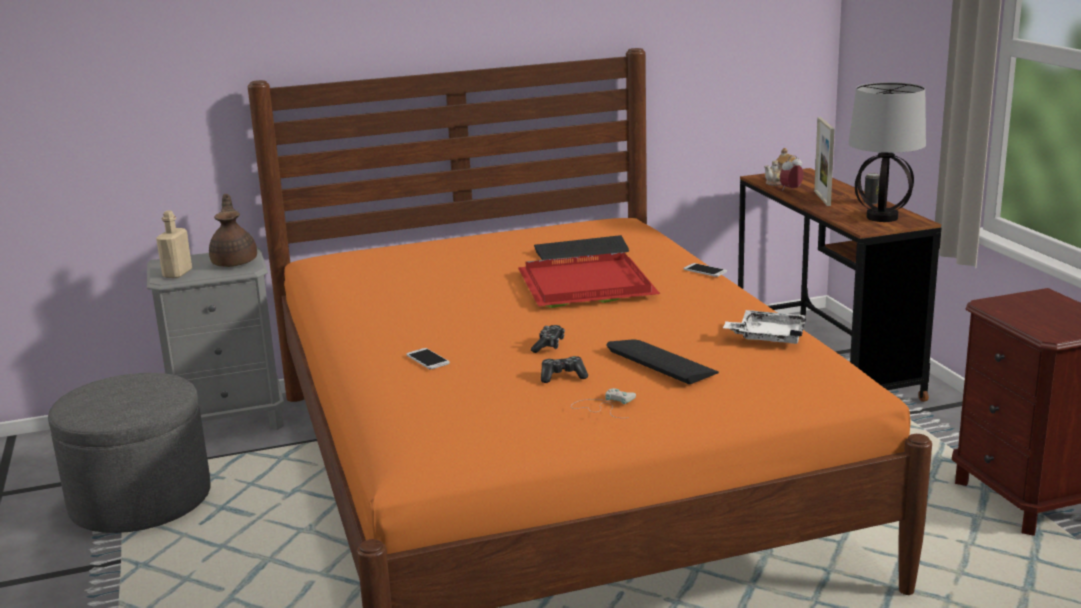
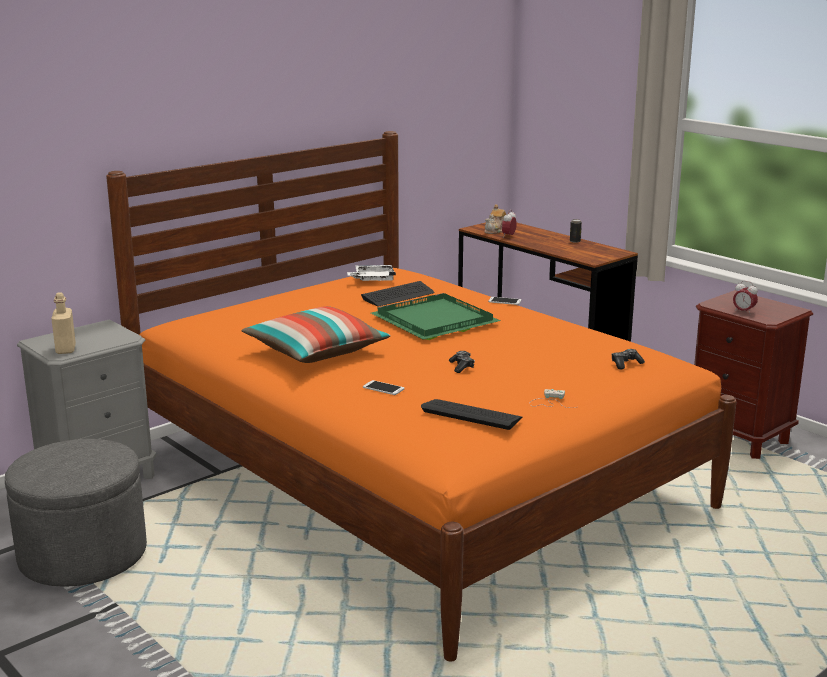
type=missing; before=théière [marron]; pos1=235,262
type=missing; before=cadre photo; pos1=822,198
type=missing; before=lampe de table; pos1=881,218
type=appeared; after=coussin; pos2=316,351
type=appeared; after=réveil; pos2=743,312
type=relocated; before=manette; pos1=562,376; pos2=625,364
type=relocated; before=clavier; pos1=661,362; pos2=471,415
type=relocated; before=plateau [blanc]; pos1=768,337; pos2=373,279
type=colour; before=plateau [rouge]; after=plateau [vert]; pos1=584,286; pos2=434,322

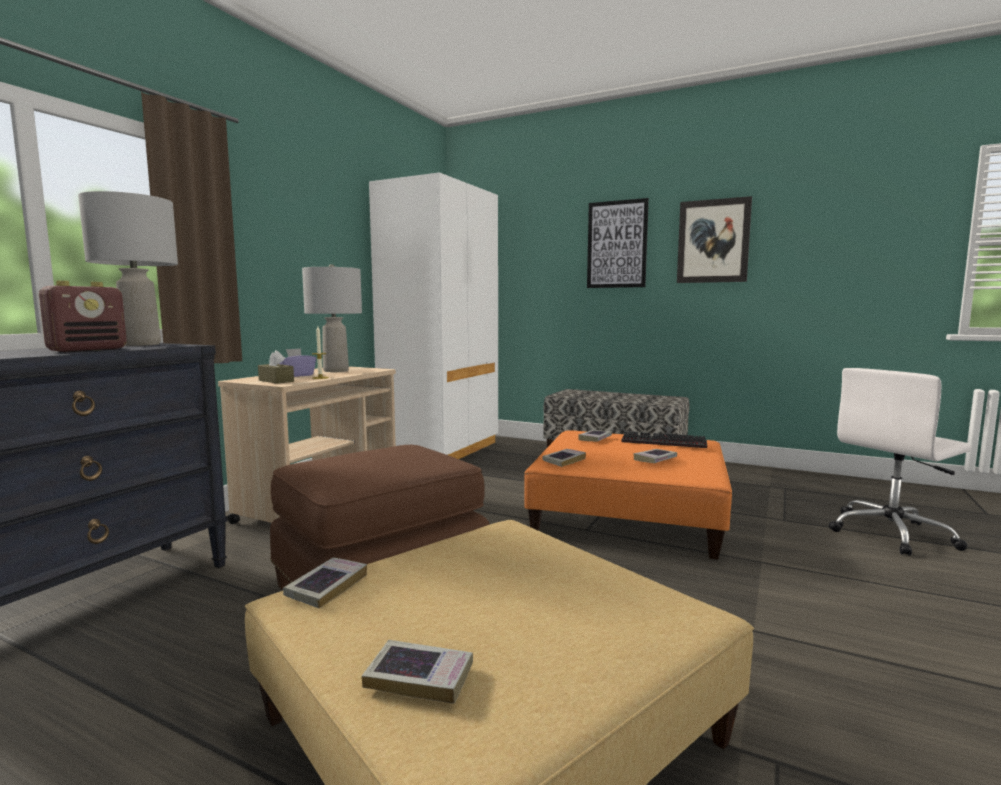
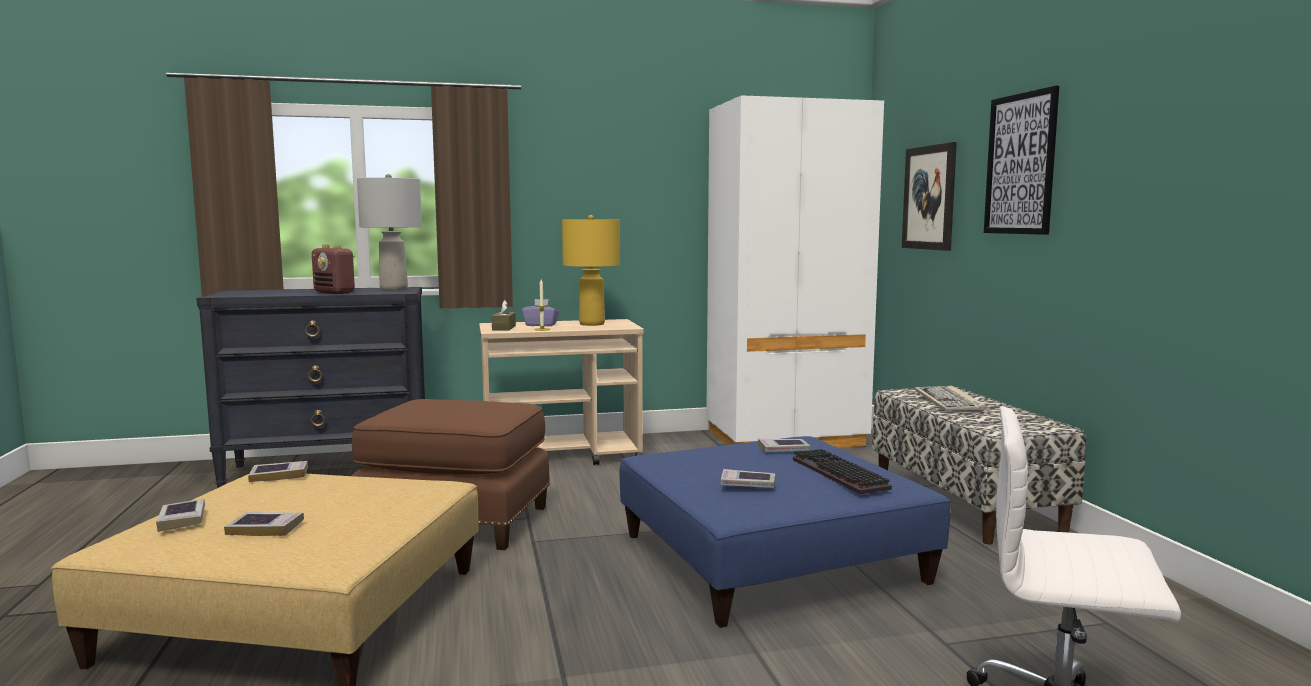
type=appeared; after=clavier; pos2=948,402
type=relocated; before=livre; pos1=564,460; pos2=265,528
type=relocated; before=tableau; pos1=713,241; pos2=929,198
type=colour; before=lampe de table [gris]; after=lampe de table [jaune]; pos1=335,370; pos2=591,324
type=colour; before=pouf [orange]; after=pouf [bleu]; pos1=628,515; pos2=770,558
type=spun; before=radio; pos1=88,350; pos2=335,292; turn=45

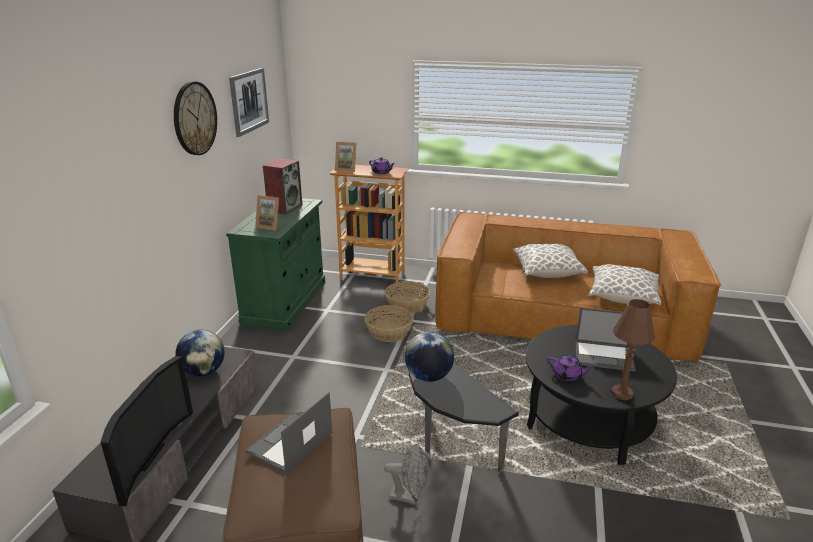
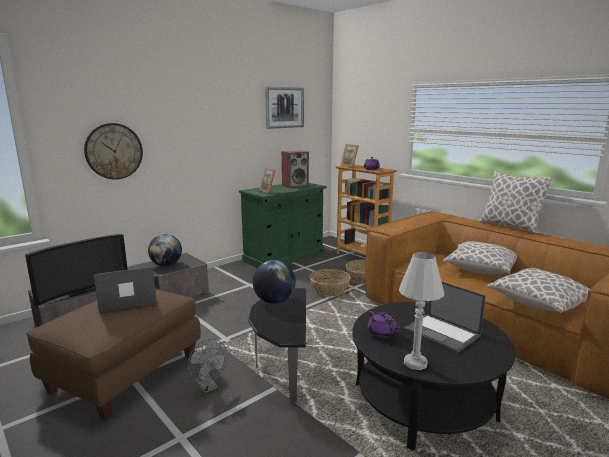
type=appeared; after=coussin; pos2=509,226
type=relocated; before=horloge murale; pos1=194,118; pos2=114,151
type=colour; before=lampe de table [marron]; after=lampe de table [blanc]; pos1=621,393; pos2=415,363

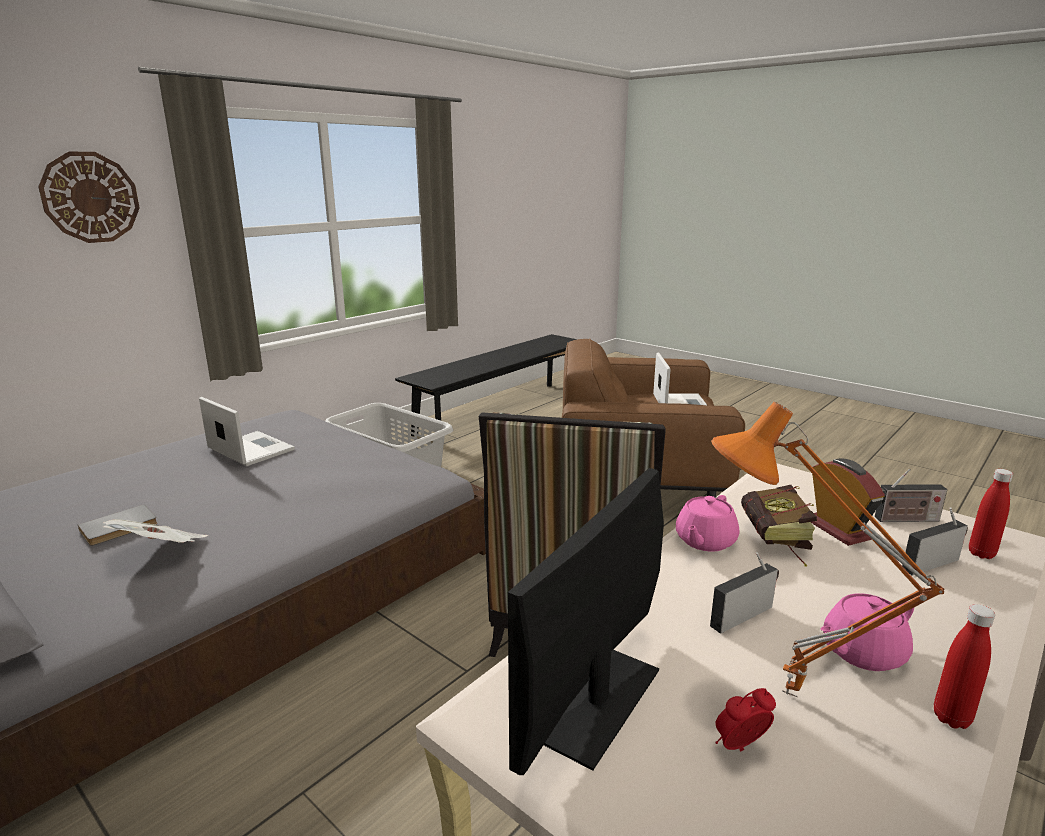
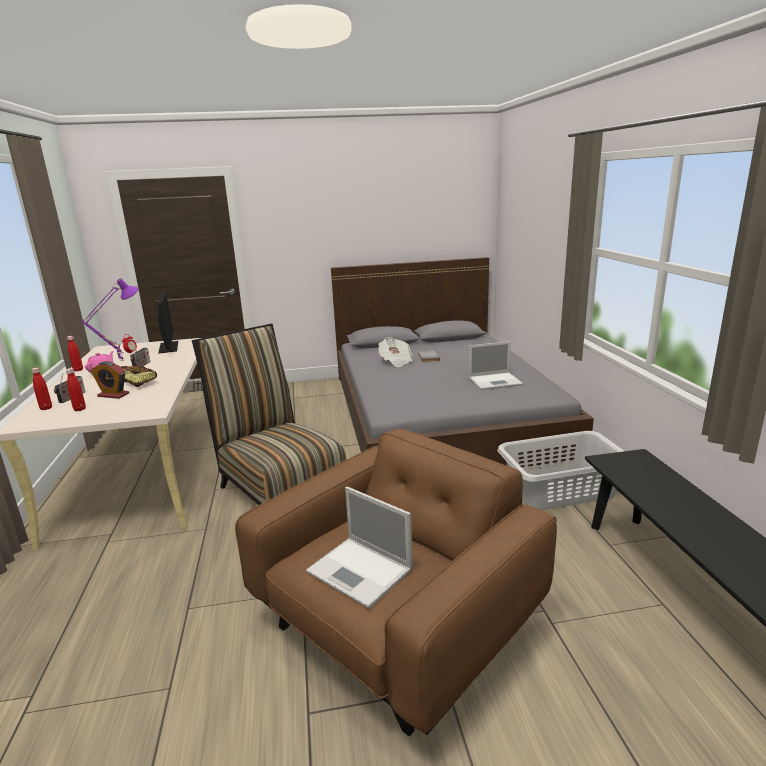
type=missing; before=horloge murale; pos1=90,197
type=missing; before=théière [rose]; pos1=704,541
type=exchanged; before=radio; after=bouteille [rouge]; pos1=904,519; pos2=80,409
type=colour; before=lampe de table [orange]; after=lampe de table [violet]; pos1=788,698; pos2=122,360

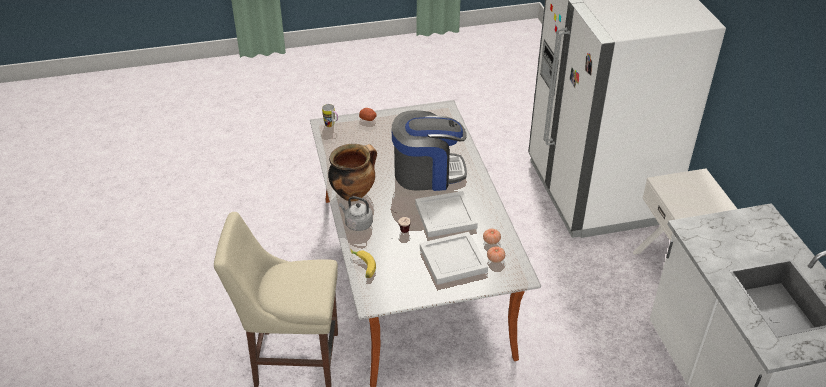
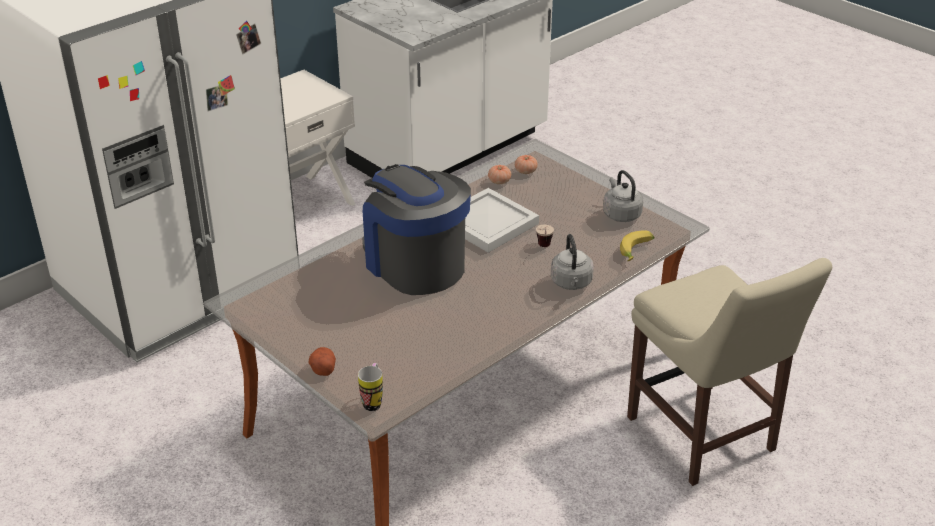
type=missing; before=marmite; pos1=353,193
type=missing; before=plateau [blanc]; pos1=452,261
type=appeared; after=bouilloire [gris]; pos2=620,214

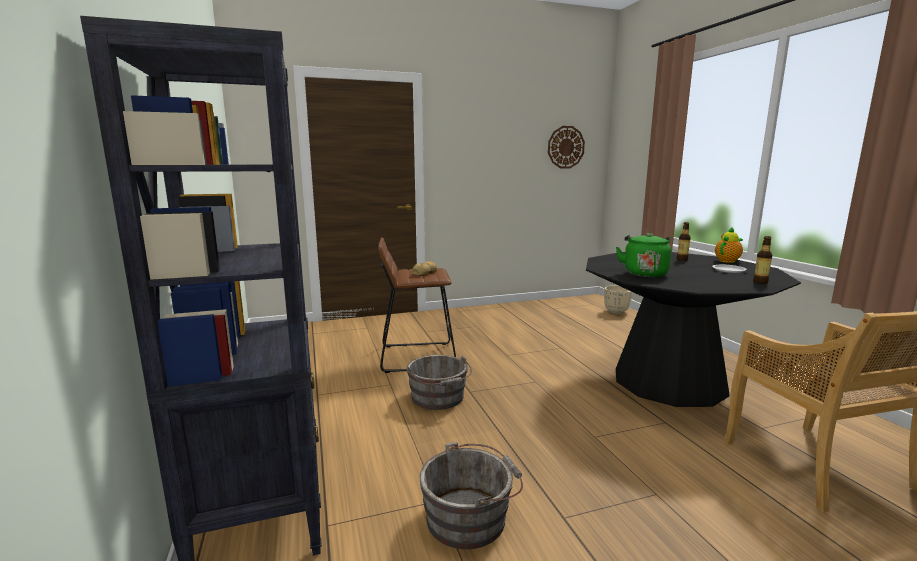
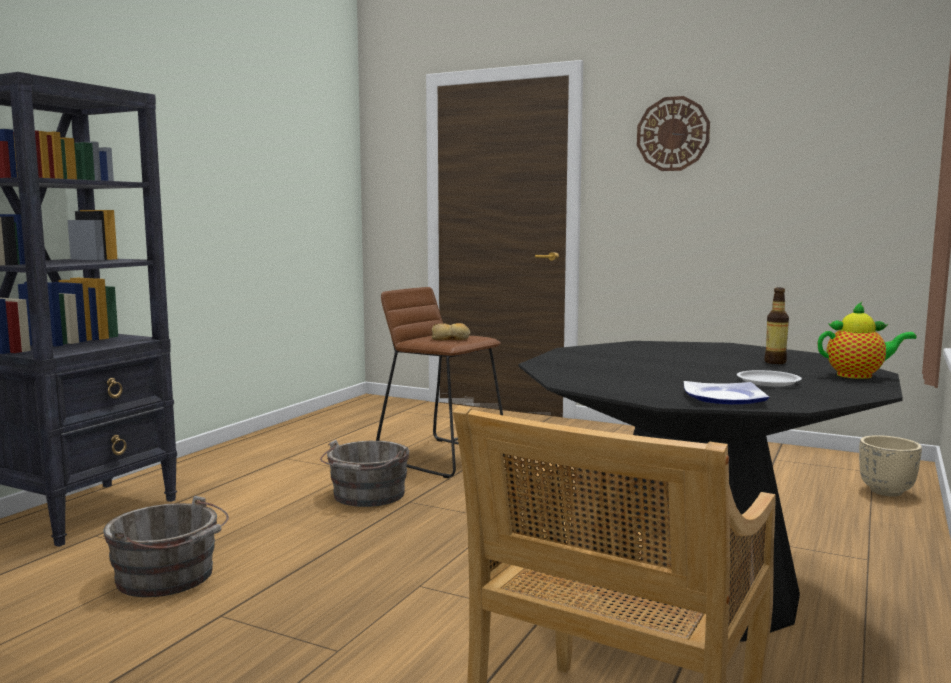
type=missing; before=bouilloire [vert]; pos1=644,273
type=relocated; before=horloge murale; pos1=565,147; pos2=673,134
type=exchanged; before=bouteille; after=assiette; pos1=760,282; pos2=723,398

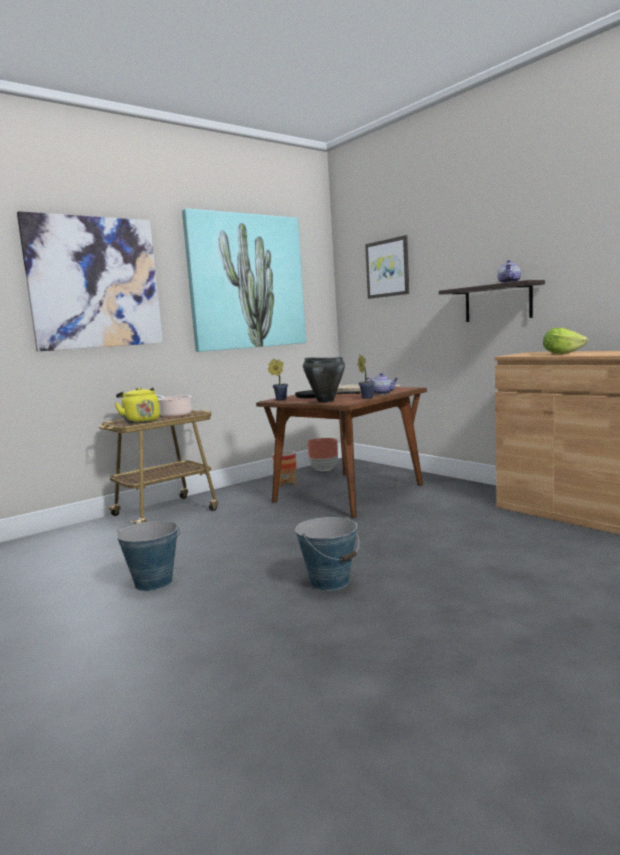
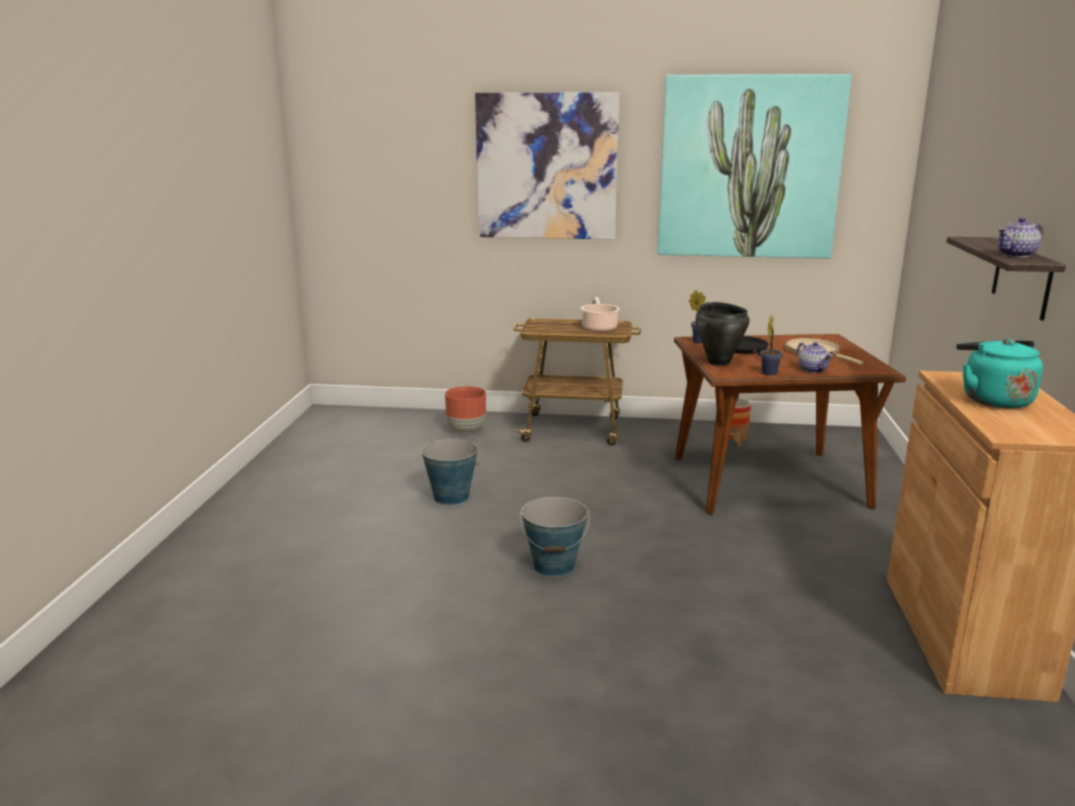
type=missing; before=bouilloire [jaune]; pos1=140,421
type=missing; before=tableau; pos1=388,268
type=relocated; before=cache-pot [marron]; pos1=324,470; pos2=467,431
type=exchanged; before=laitue; after=bouilloire [turquoise]; pos1=562,353; pos2=992,400

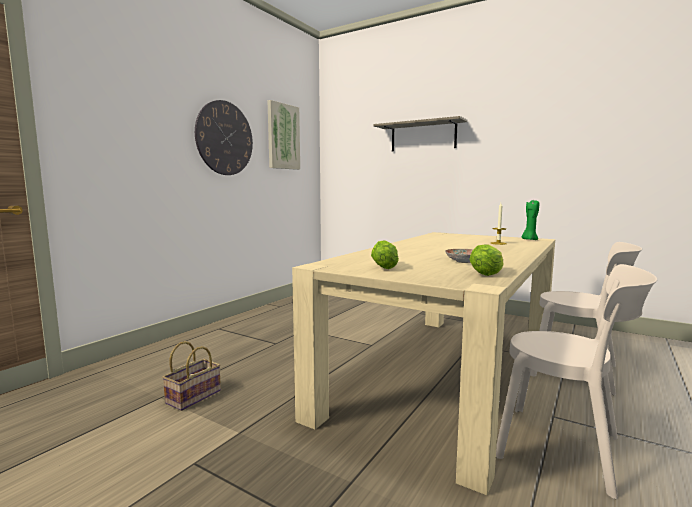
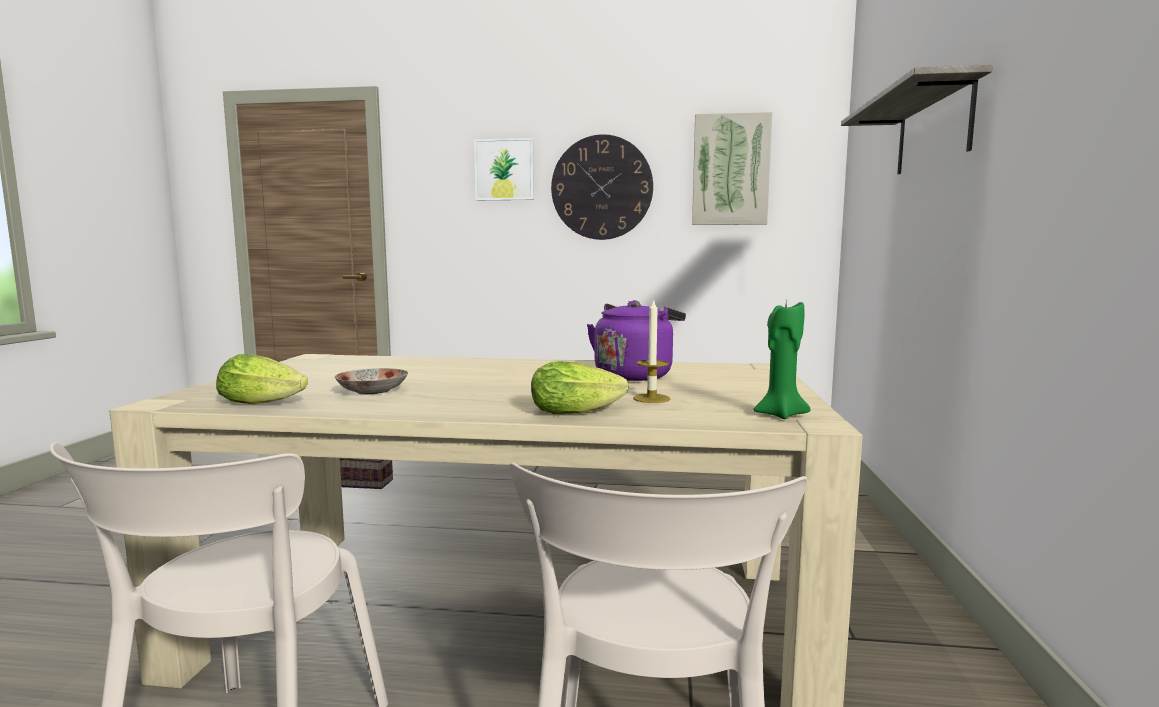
type=appeared; after=tableau; pos2=504,170
type=appeared; after=bouilloire [violet]; pos2=635,375
type=relocated; before=laitue; pos1=386,266; pos2=581,411

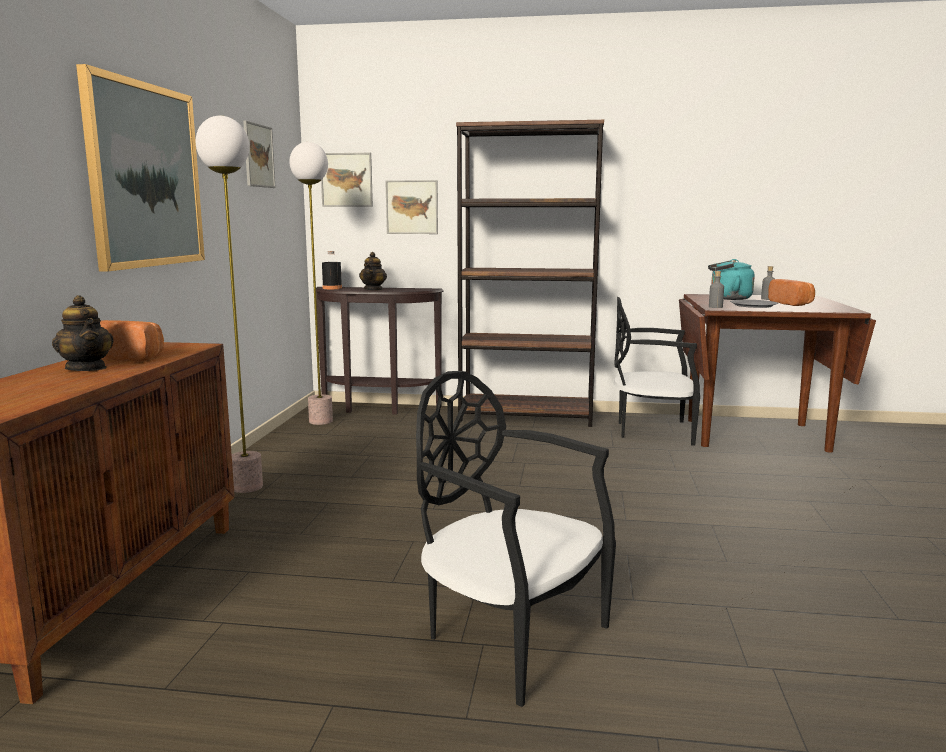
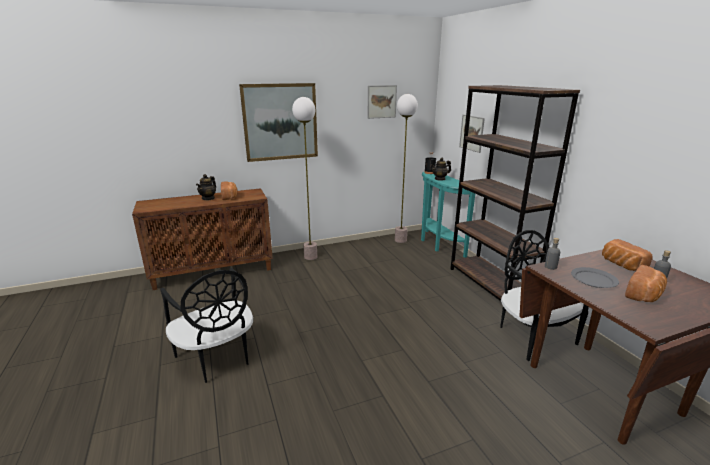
type=missing; before=tableau; pos1=346,180
type=exchanged; before=bouilloire [turquoise]; after=pain; pos1=728,298; pos2=620,265
type=colour; before=table console [marron]; after=table console [turquoise]; pos1=377,408; pos2=437,244
type=spun; before=chaise [noir]; pos1=510,637; pos2=217,358; turn=135

